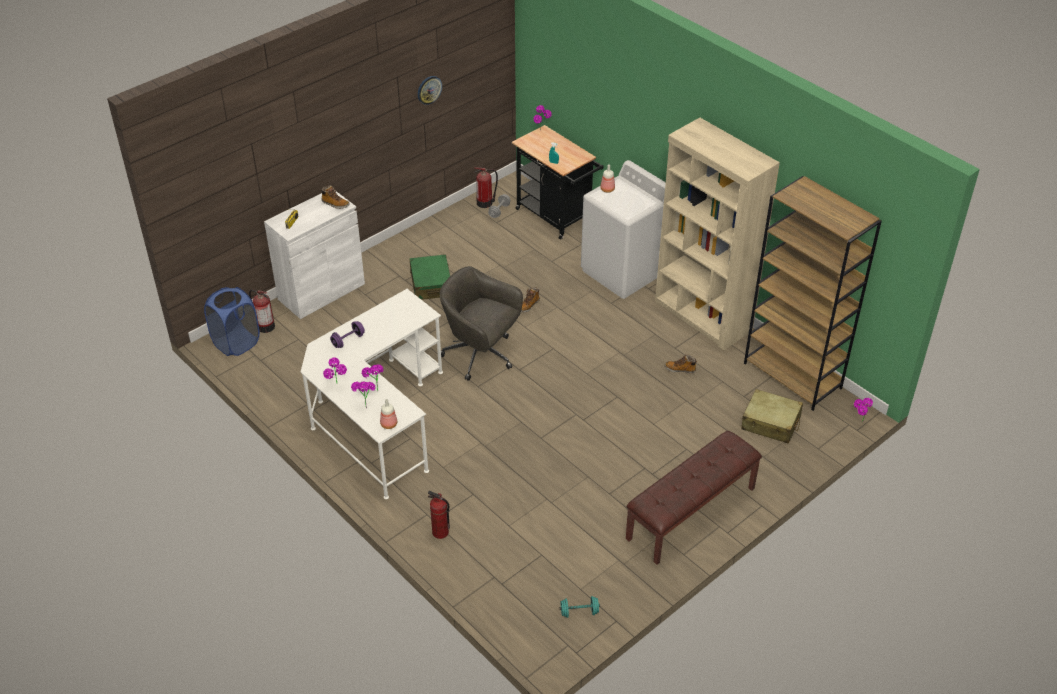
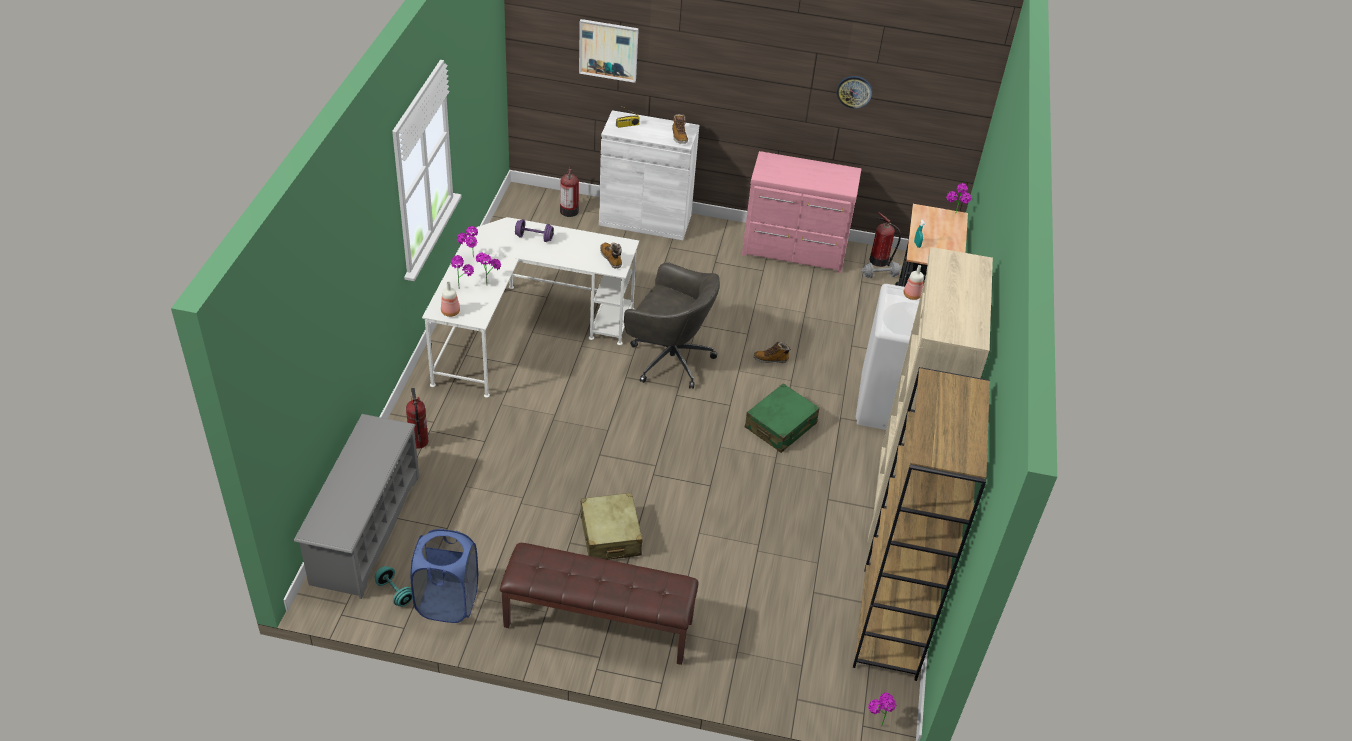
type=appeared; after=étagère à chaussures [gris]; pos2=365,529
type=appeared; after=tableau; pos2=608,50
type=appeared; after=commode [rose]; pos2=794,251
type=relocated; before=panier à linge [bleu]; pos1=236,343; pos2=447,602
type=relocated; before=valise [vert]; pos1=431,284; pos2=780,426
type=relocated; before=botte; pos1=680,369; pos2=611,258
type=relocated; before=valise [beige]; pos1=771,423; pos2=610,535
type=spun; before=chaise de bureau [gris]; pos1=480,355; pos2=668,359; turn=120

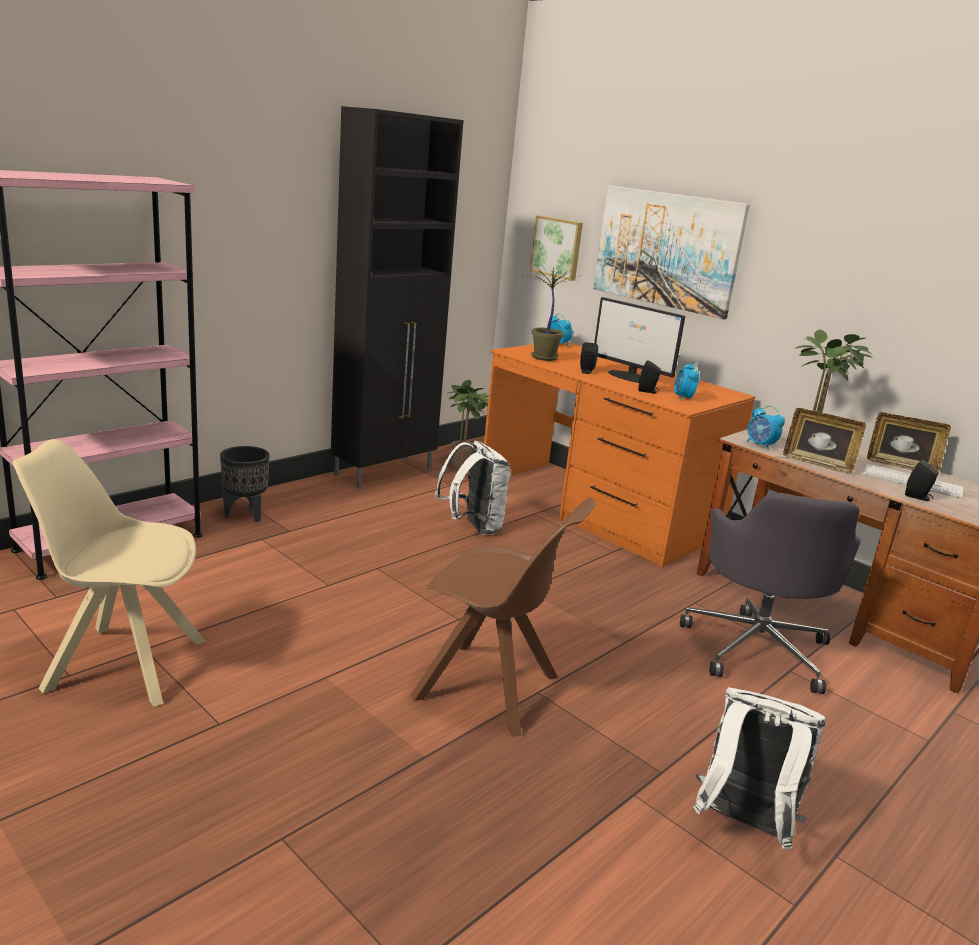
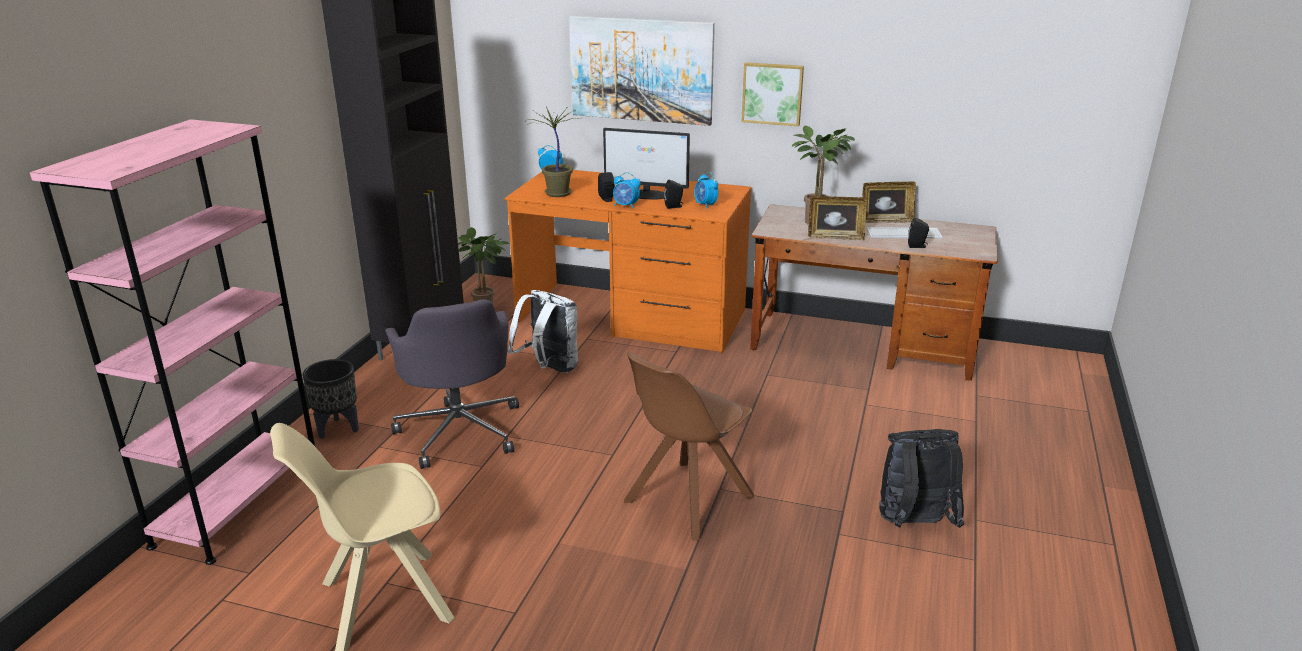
type=relocated; before=tableau; pos1=557,247; pos2=772,93
type=relocated; before=chaise de bureau [gris]; pos1=757,648; pos2=460,430
type=relocated; before=réveil; pos1=760,445; pos2=626,206
type=colour; before=sac à dos [blanc]; after=sac à dos [noir]; pos1=741,825; pos2=913,524
type=spun; before=chaise [marron]; pos1=490,689; pos2=686,500; turn=135

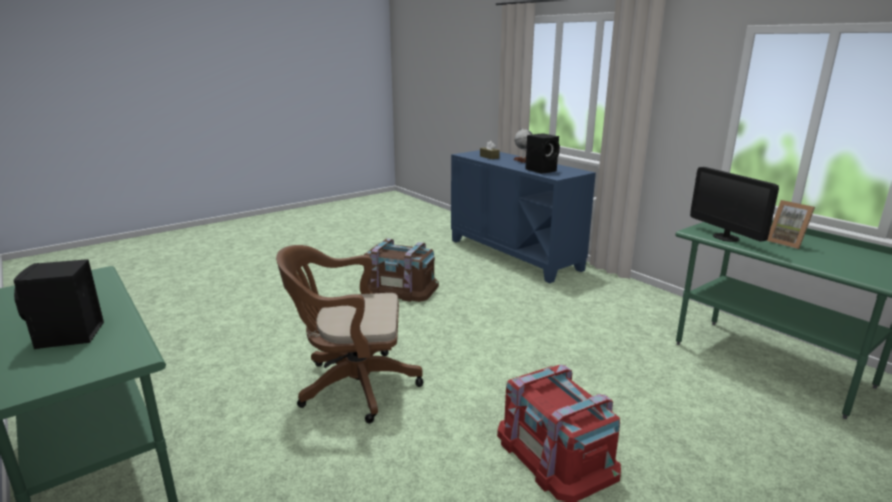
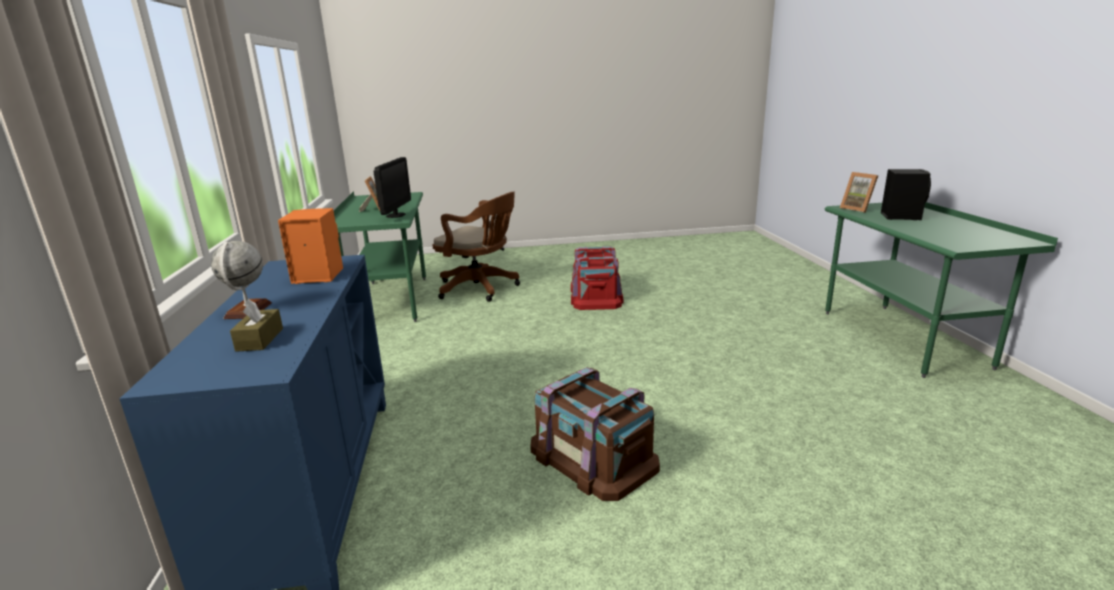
type=appeared; after=cadre photo; pos2=858,209
type=relocated; before=chaise de bureau [marron]; pos1=352,386; pos2=481,289
type=colour; before=enceinte [noir]; after=enceinte [orange]; pos1=542,170; pos2=316,276

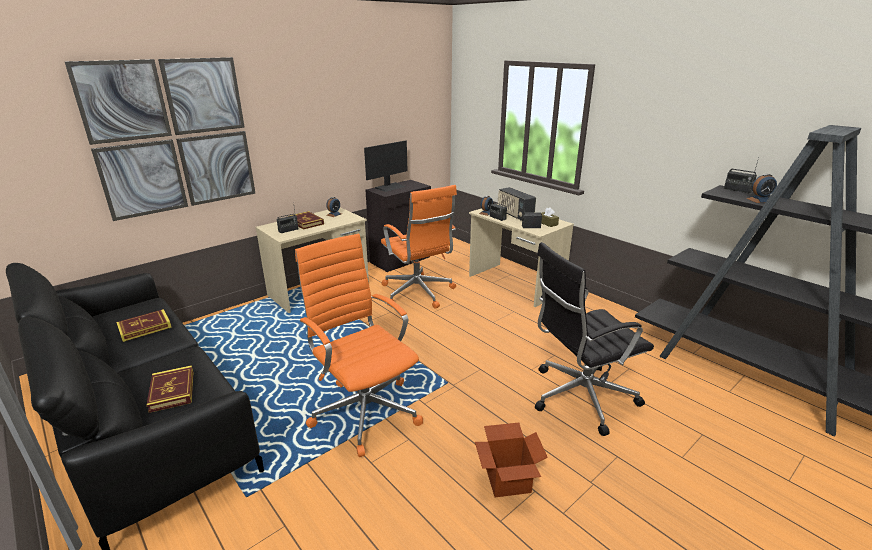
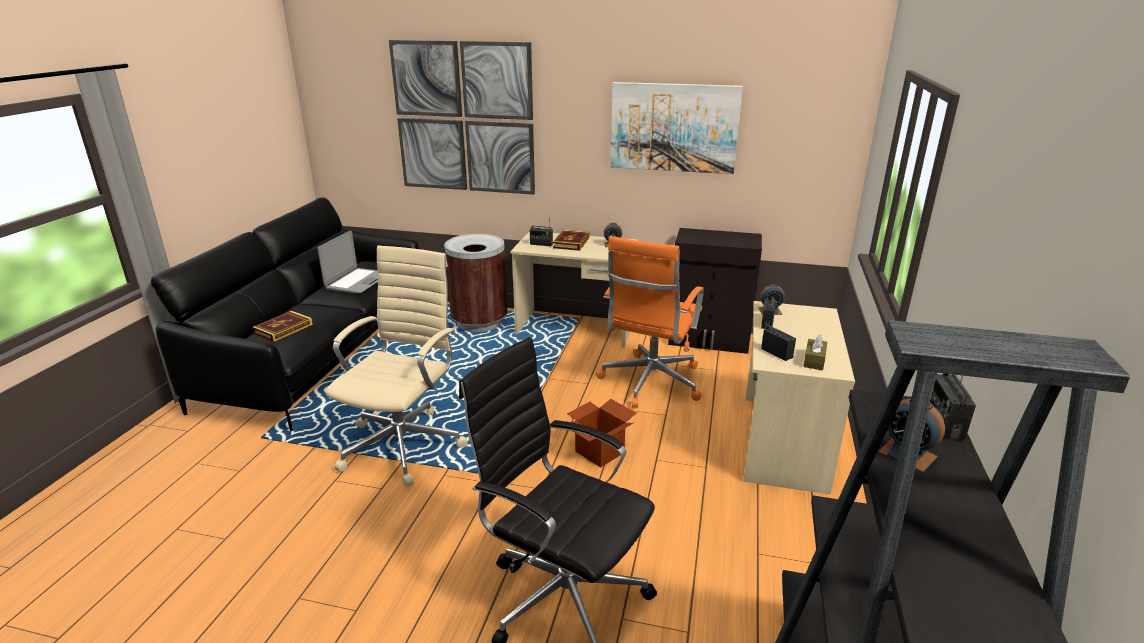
type=missing; before=écran d'ordinateur; pos1=390,187
type=missing; before=radio; pos1=514,215
type=appeared; after=poubelle [marron]; pos2=480,322
type=appeared; after=tableau; pos2=674,127
type=relocated; before=carton; pos1=508,480; pos2=600,452
type=exchanged; before=livre; after=ordinateur portable; pos1=145,328; pos2=357,281
type=colour; before=chaise de bureau [orange]; after=chaise de bureau [beige]; pos1=364,410; pos2=405,444

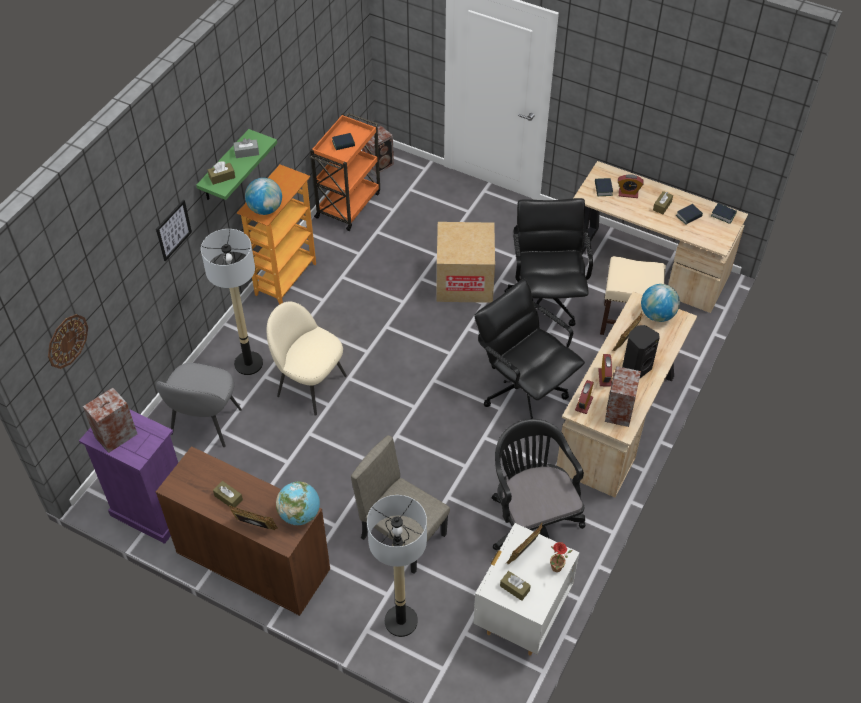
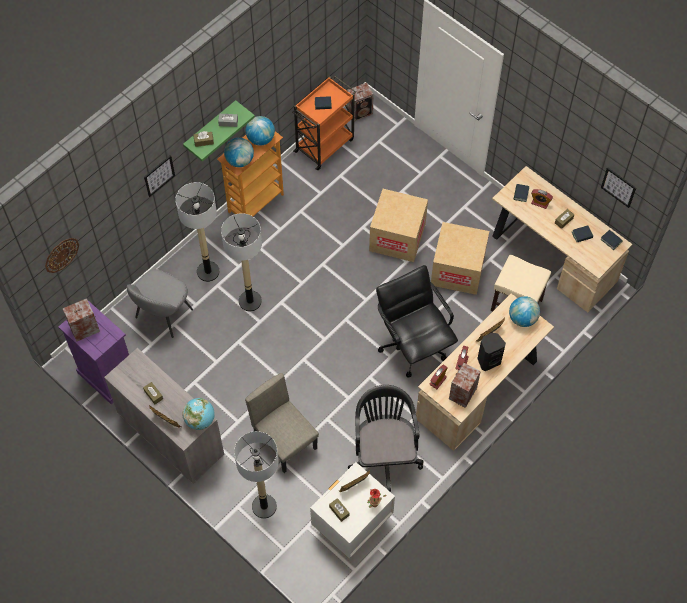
type=appeared; after=globe; pos2=260,139
type=appeared; after=tableau; pos2=618,187
type=exchanged; before=chaise [beige]; after=lampadaire; pos1=310,385; pos2=250,301
type=exchanged; before=chaise de bureau [noir]; after=carton; pos1=546,300; pos2=457,270
type=colour; before=meuble de rangement [marron]; after=meuble de rangement [gris]; pos1=253,561; pos2=171,434

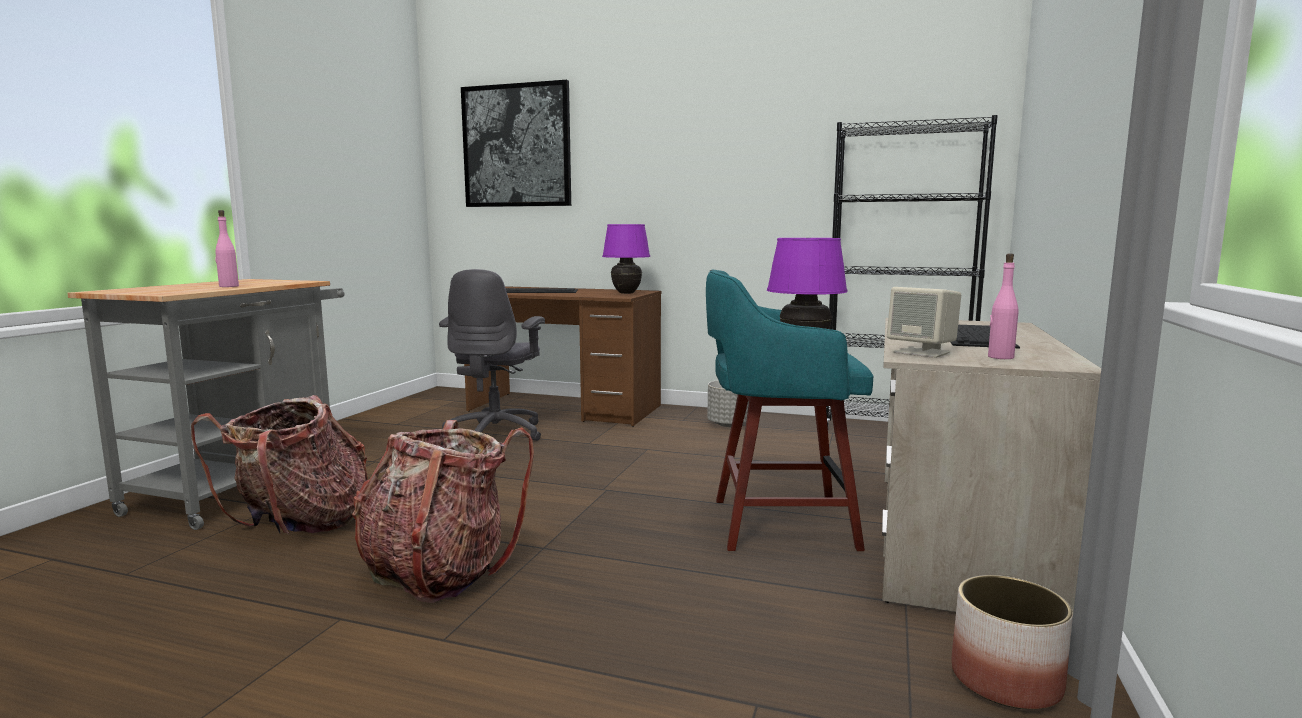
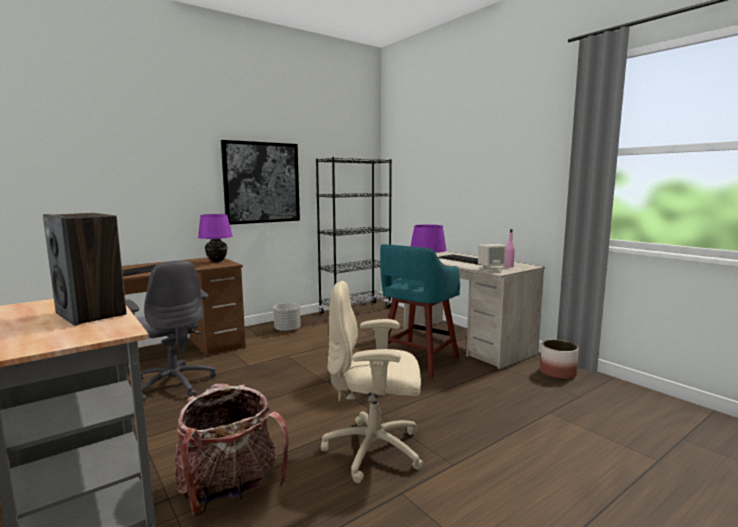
type=relocated; before=tableau; pos1=517,146; pos2=262,182
type=exchanged; before=bouteille [rose]; after=enceinte; pos1=228,286; pos2=91,314
type=exchanged; before=sac à dos; after=chaise de bureau [beige]; pos1=440,572; pos2=375,450

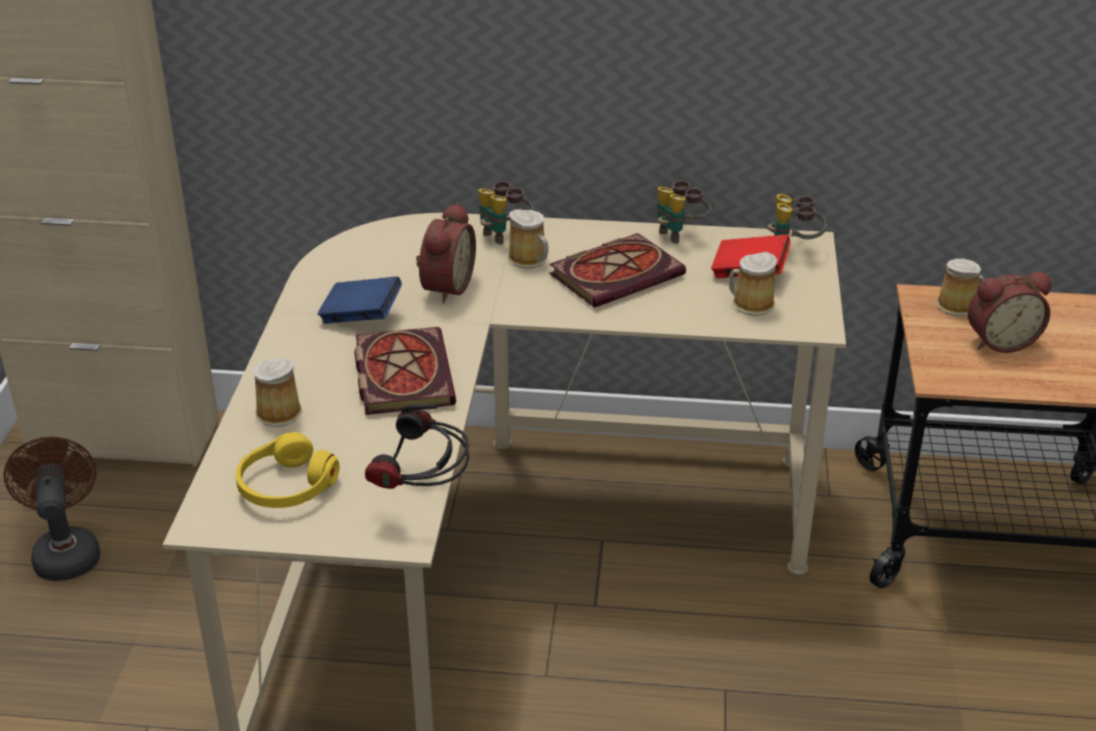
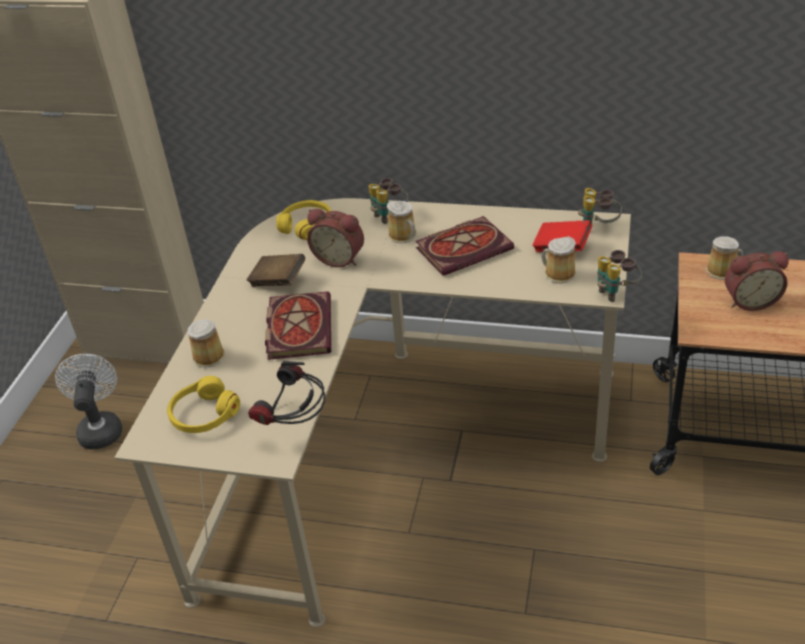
type=appeared; after=casque audio [jaune]; pos2=306,226
type=relocated; before=jumelles; pos1=679,234; pos2=615,292
type=colour; before=ventilateur [marron]; after=ventilateur [blanc]; pos1=66,551; pos2=100,428
type=colour; before=livre [bleu]; after=livre [marron]; pos1=361,317; pos2=278,281
type=spun; before=réveil; pos1=444,287; pos2=340,258; turn=90

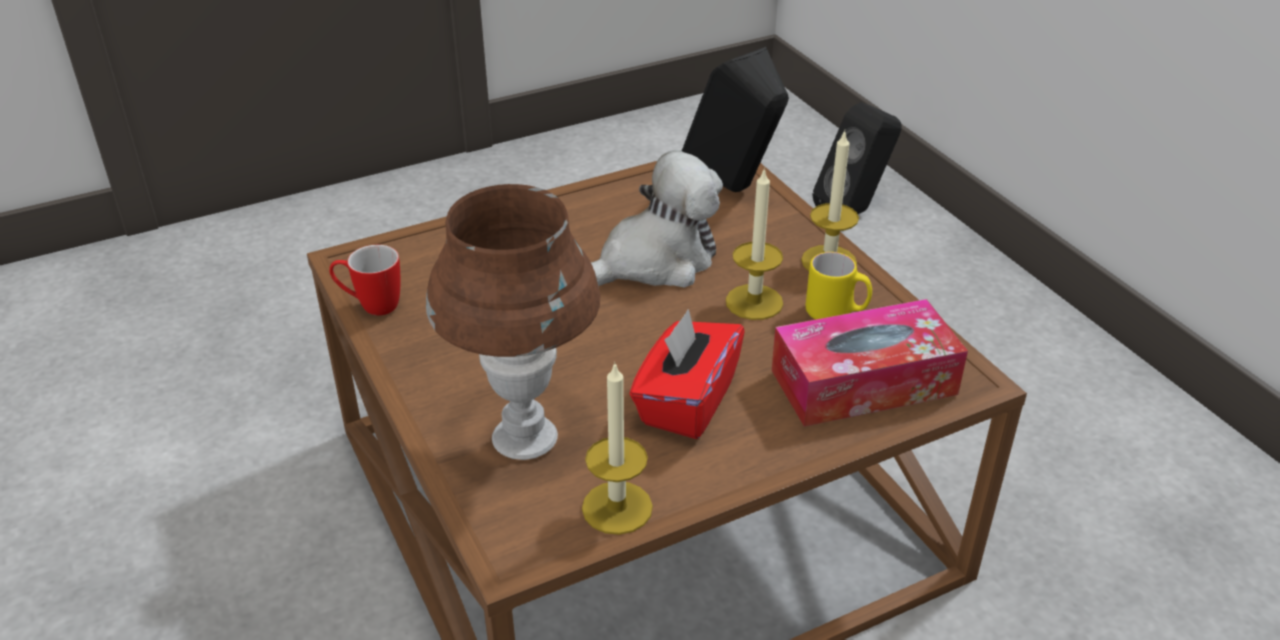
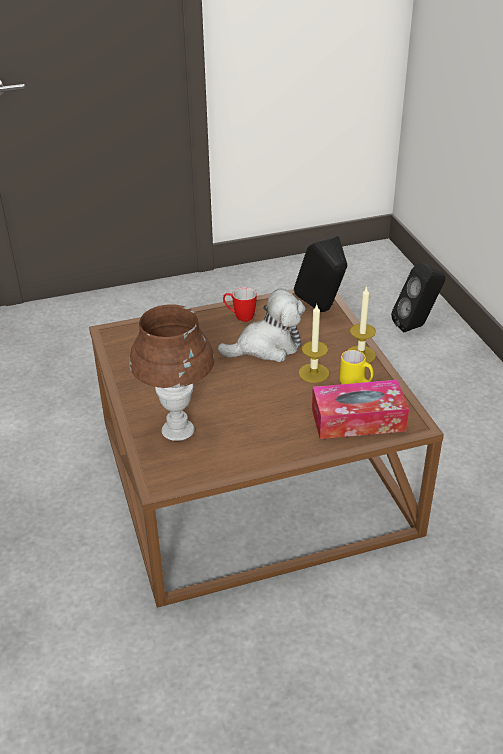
type=missing; before=bougie; pos1=617,507
type=missing; before=boîte à mouchoirs [rouge]; pos1=686,402
type=relocated; before=mug; pos1=370,305; pos2=240,317

